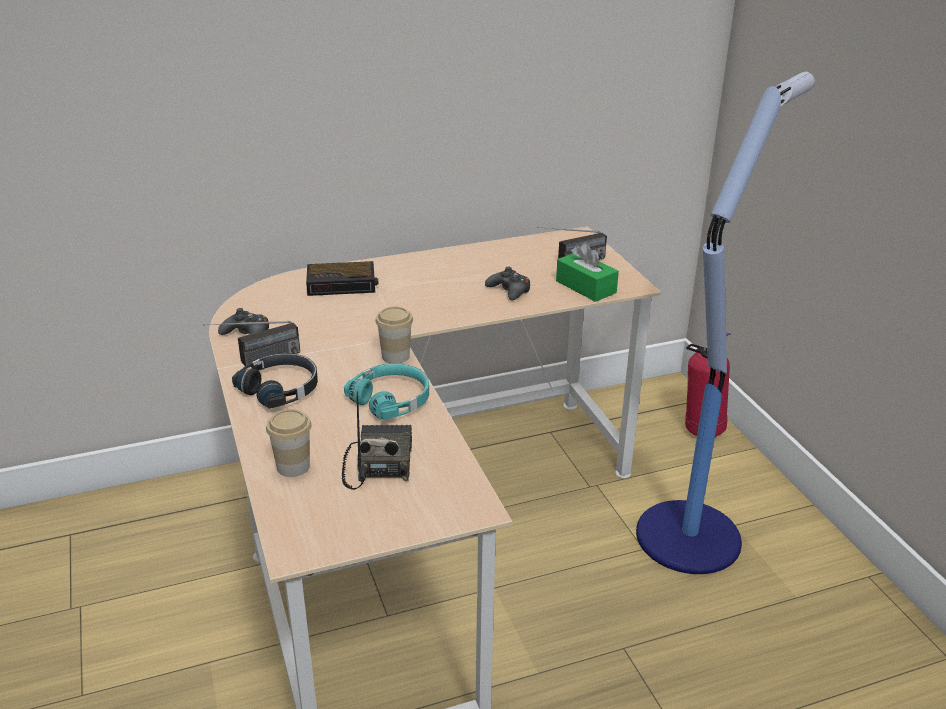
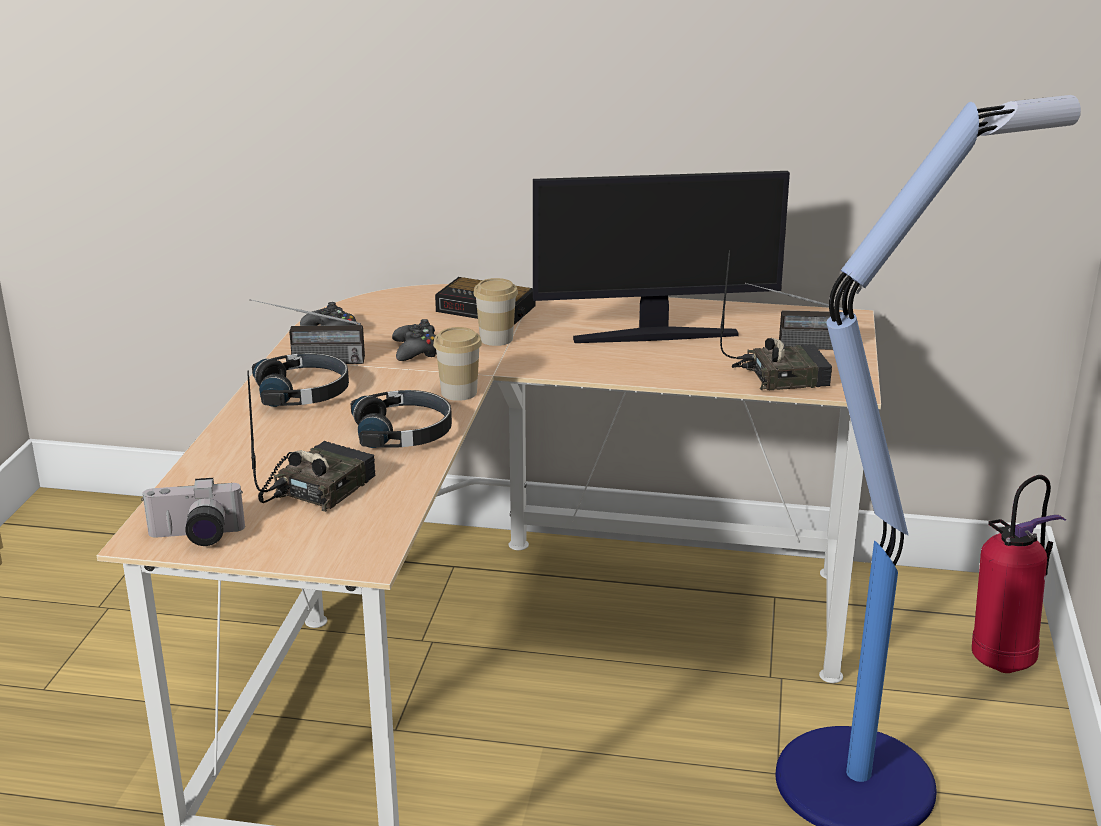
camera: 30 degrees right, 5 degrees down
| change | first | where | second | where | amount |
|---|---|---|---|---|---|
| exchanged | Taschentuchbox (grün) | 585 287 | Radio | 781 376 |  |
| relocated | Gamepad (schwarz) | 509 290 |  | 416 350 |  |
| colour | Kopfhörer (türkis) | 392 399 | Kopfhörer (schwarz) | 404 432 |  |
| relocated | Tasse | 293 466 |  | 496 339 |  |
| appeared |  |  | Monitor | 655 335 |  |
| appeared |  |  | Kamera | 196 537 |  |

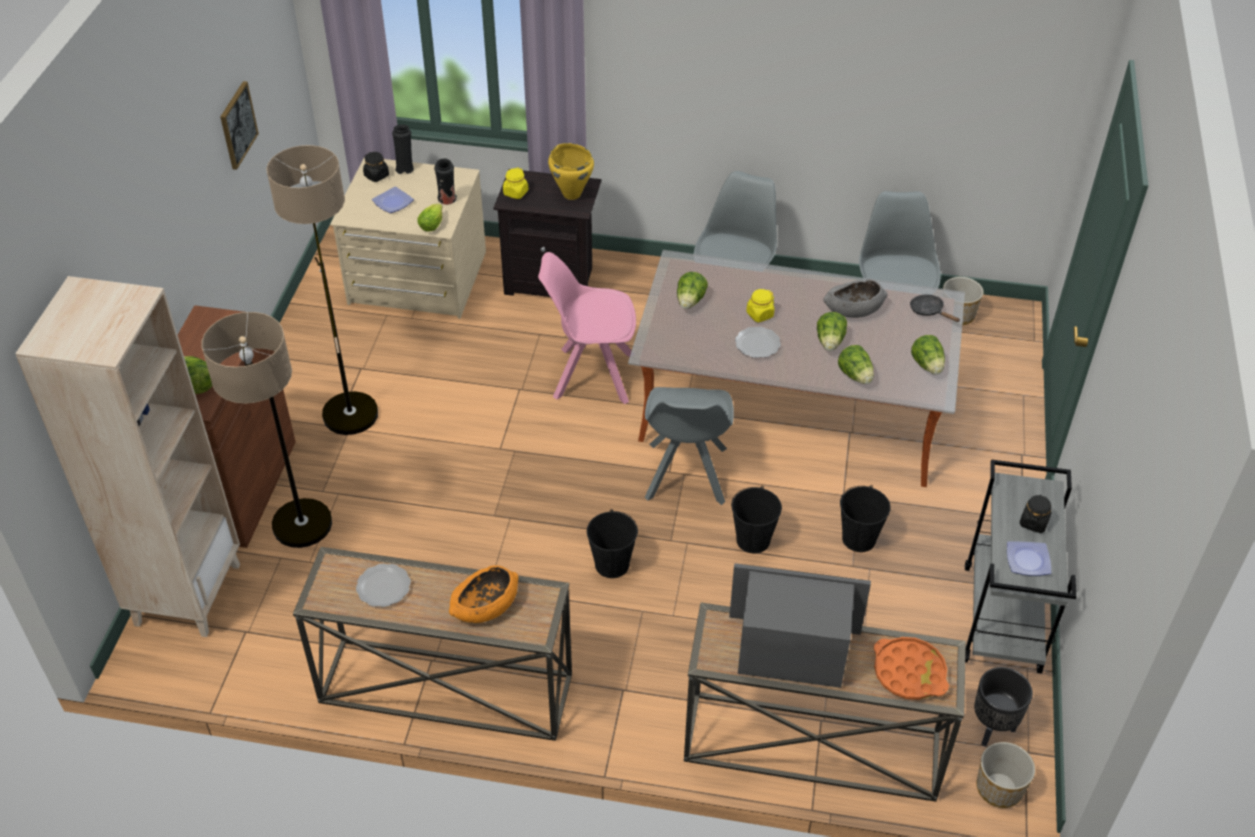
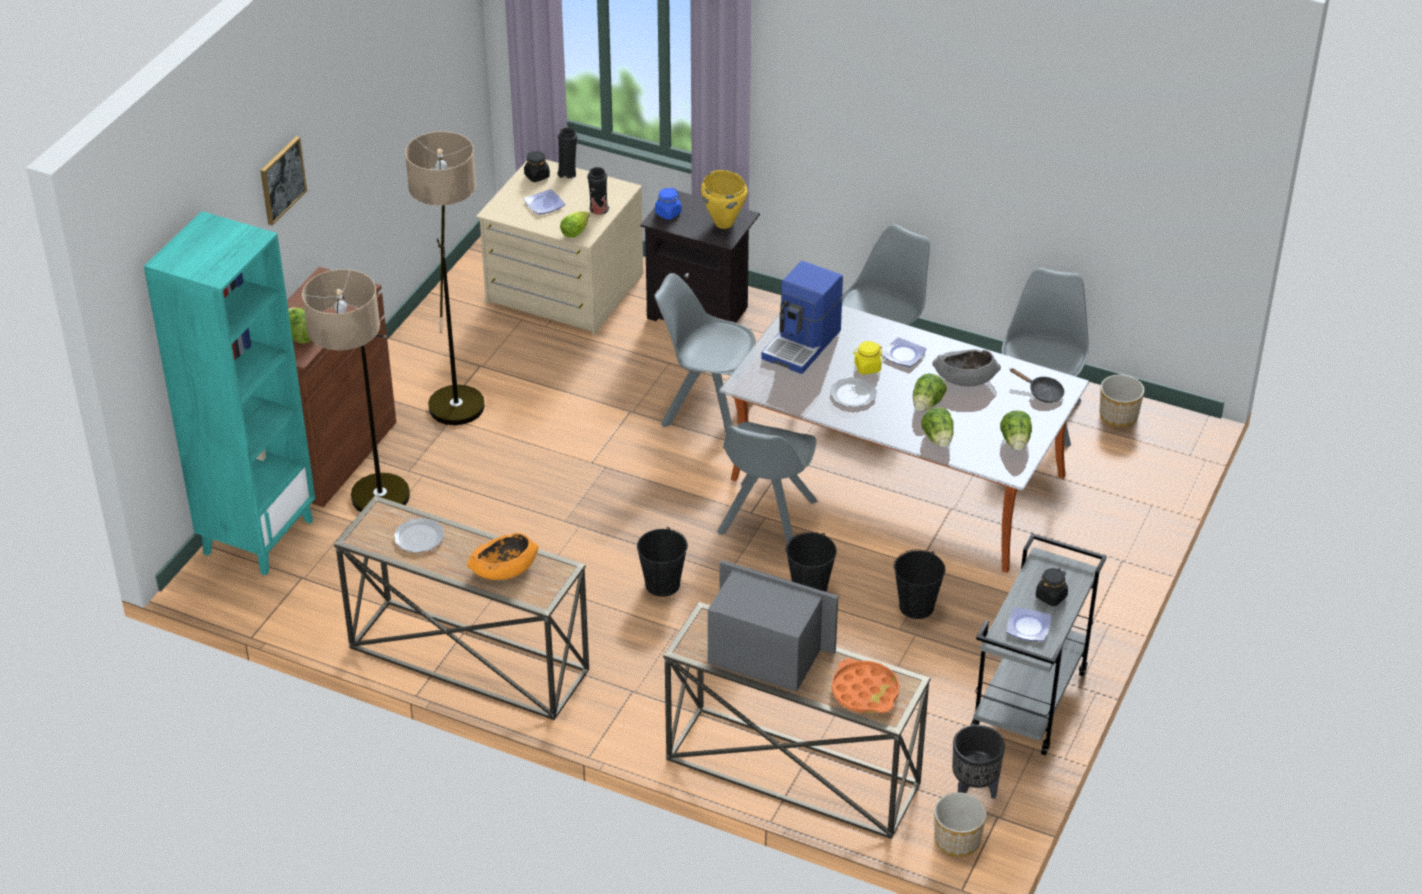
camera: 15 degrees right, 5 degrees down
| change | first | where | second | where | amount |
|---|---|---|---|---|---|
| relocated | Bild | 237 125 |  | 282 180 |  |
| colour | Vorratsglas (gelb) | 515 193 | Vorratsglas (blau) | 668 213 |  |
| colour | Stuhl (rosa) | 591 375 | Stuhl (grau) | 707 410 |  |
| exchanged | Salatkopf | 690 301 | Kaffeemaschine | 803 344 |  |
| colour | Bücherregal (beige) | 187 593 | Bücherregal (türkis) | 258 536 |  |
| spun | Pfanne (schwarz) | 929 311 |  | 1042 392 | 150 degrees clockwise |
| appeared |  |  | Teller | 902 355 |  |

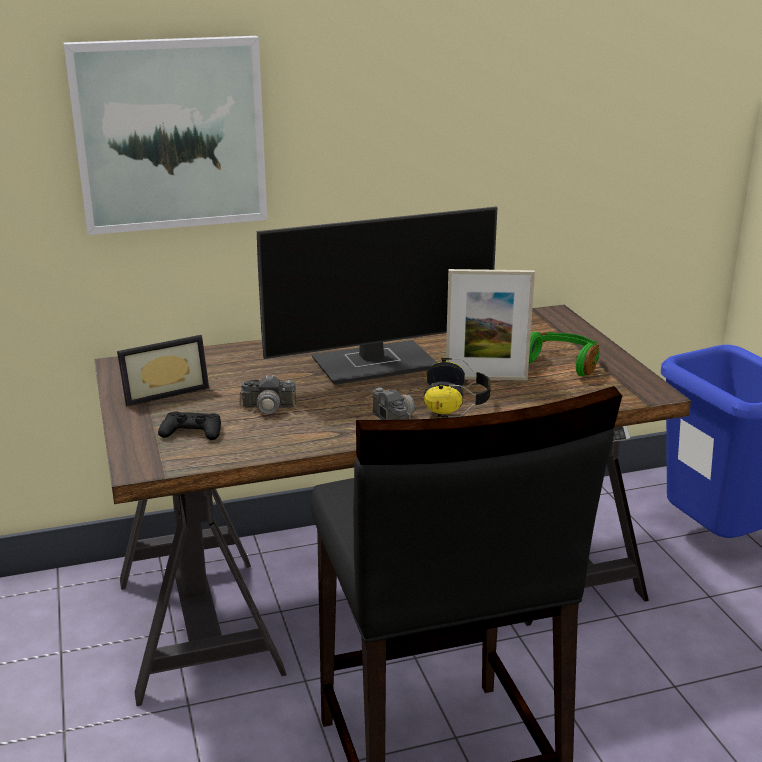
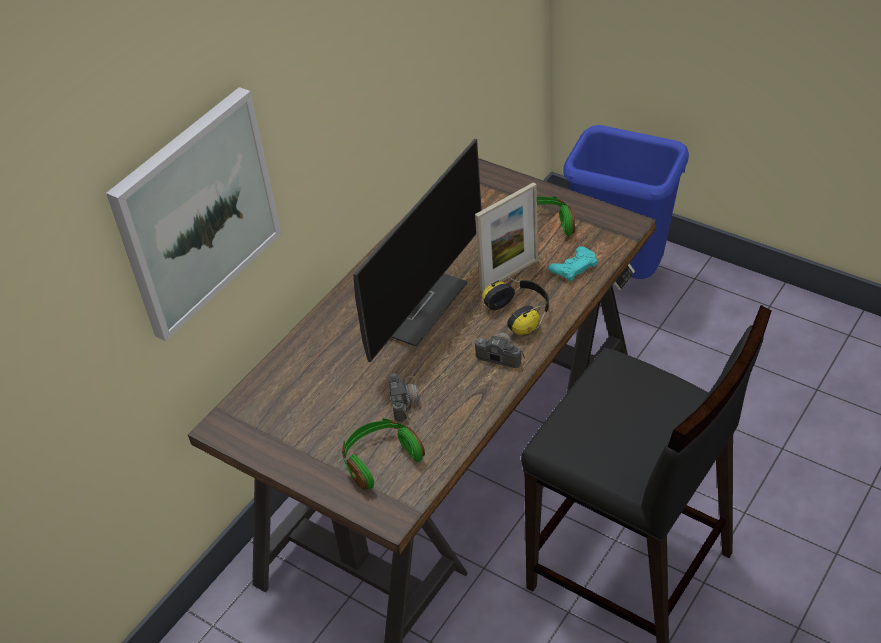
camera: 35 degrees left, 20 degrees up
| change | first | where | second | where | amount |
|---|---|---|---|---|---|
| missing | Bilderrahmen | 163 391 |  |  |  |
| spun | Kamera | 273 409 |  | 405 399 | 60 degrees counterclockwise |
| exchanged | Gamepad (schwarz) | 192 432 | Kopfhörer (grün) | 380 459 |  |
| appeared |  |  | Gamepad (türkis) | 573 267 |  |

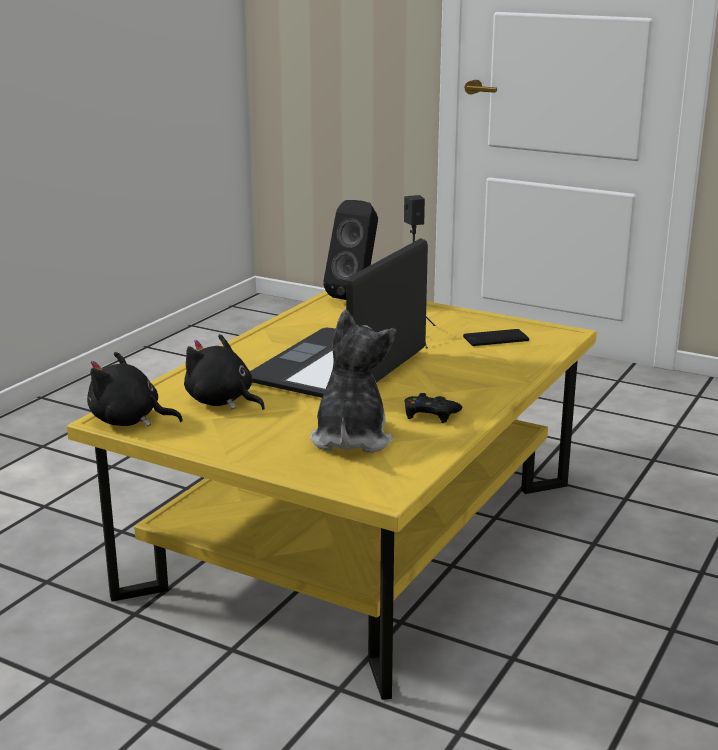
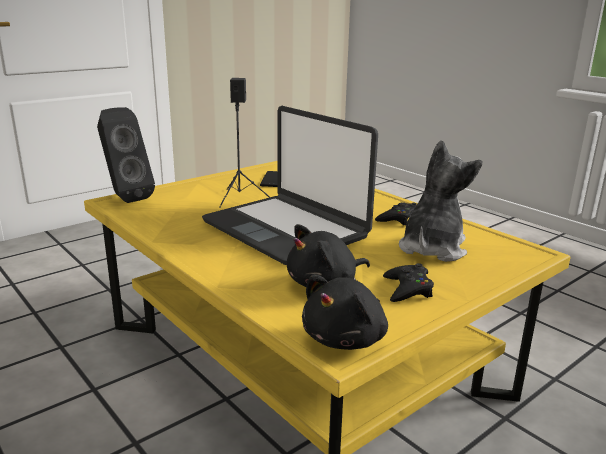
camera: 70 degrees left, 0 degrees up
| change | first | where | second | where | amount |
|---|---|---|---|---|---|
| spun | Plüschtier | 351 438 |  | 432 248 | 90 degrees clockwise |
| appeared |  |  | Gamepad (schwarz) | 407 289 |  |

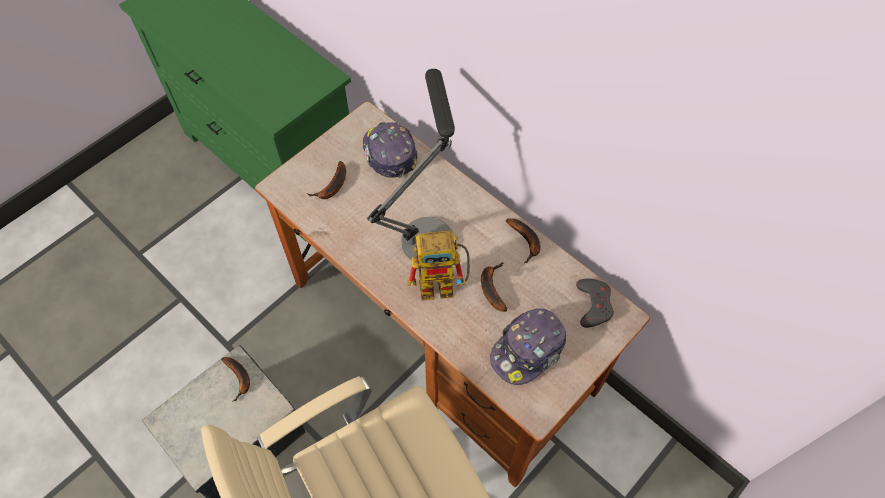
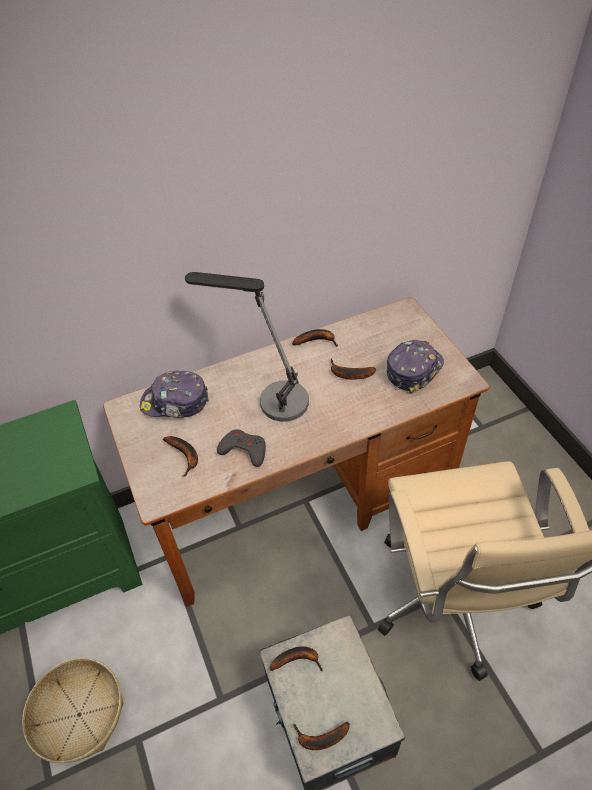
camera: 65 degrees left, 10 degrees down
| change | first | where | second | where | amount |
|---|---|---|---|---|---|
| missing | Spielzeugroboter | 444 284 |  |  |  |
| relocated | Gamepad (grau) | 593 304 |  | 244 450 |  |
| spun | Kappe | 528 350 |  | 413 369 | 120 degrees counterclockwise |
| appeared |  |  | Korb | 79 714 |  |
| appeared |  |  | Banane | 320 738 |  |

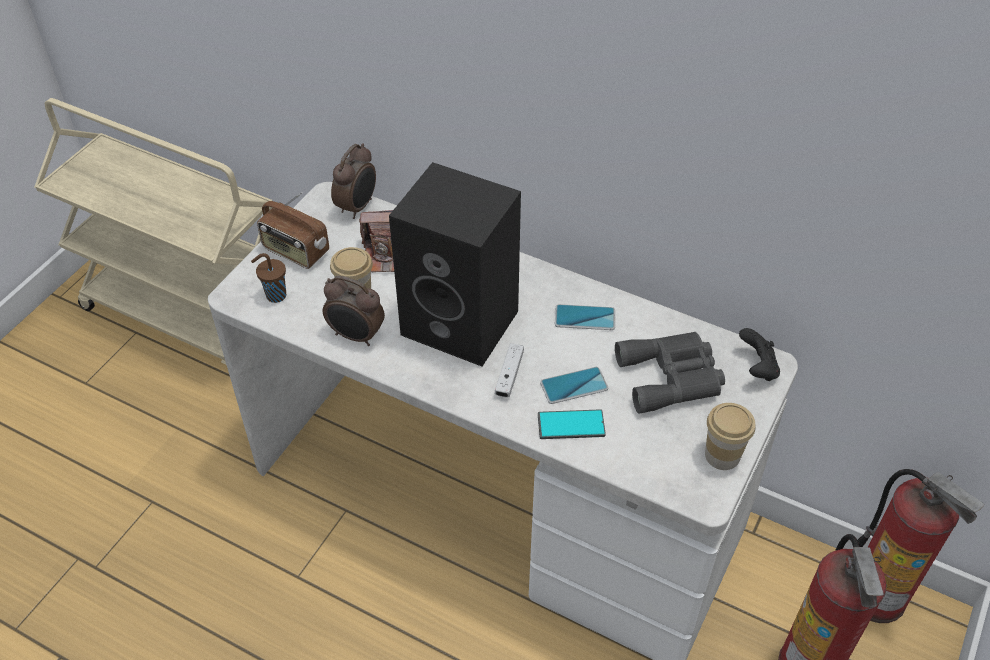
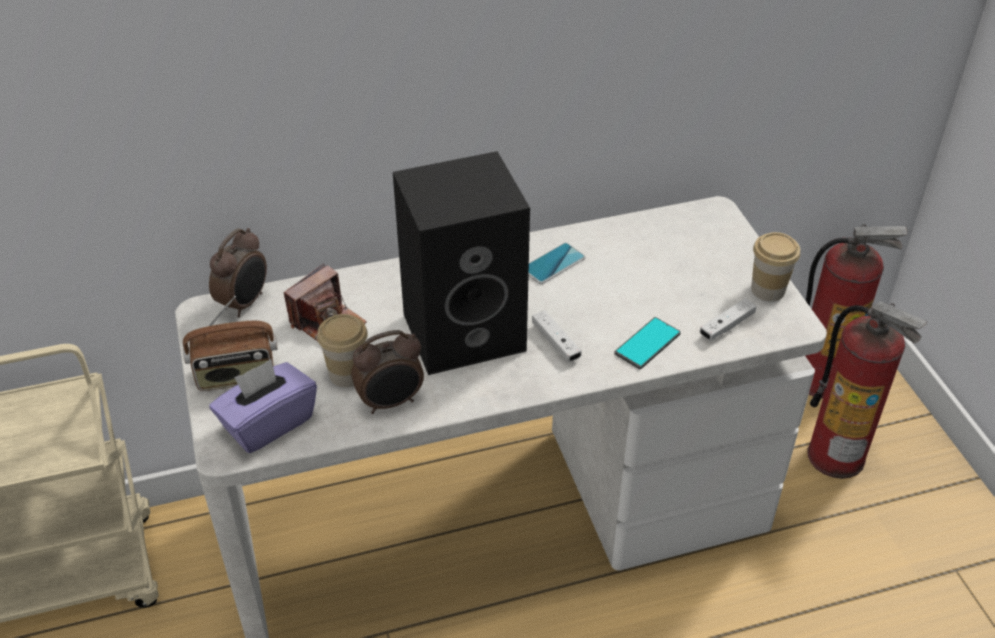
camera: 45 degrees left, 5 degrees down
| change | first | where | second | where | amount |
|---|---|---|---|---|---|
| spun | Wecker | 358 207 |  | 245 303 | 45 degrees clockwise |
| exchanged | Tasse (braun) | 275 295 | Taschentuchbox (lila) | 268 423 |  |
| missing | Gamepad (schwarz) | 757 368 |  |  |  |
| missing | Fernglas (grau) | 672 377 |  |  |  |
| missing | Handy | 574 386 |  |  |  |
| appeared |  |  | Gamepad (weiß) | 726 326 |  |

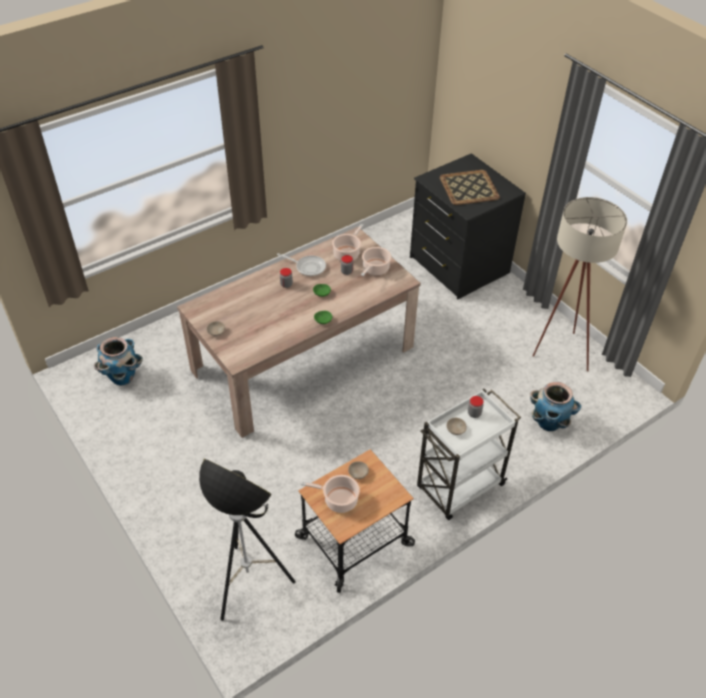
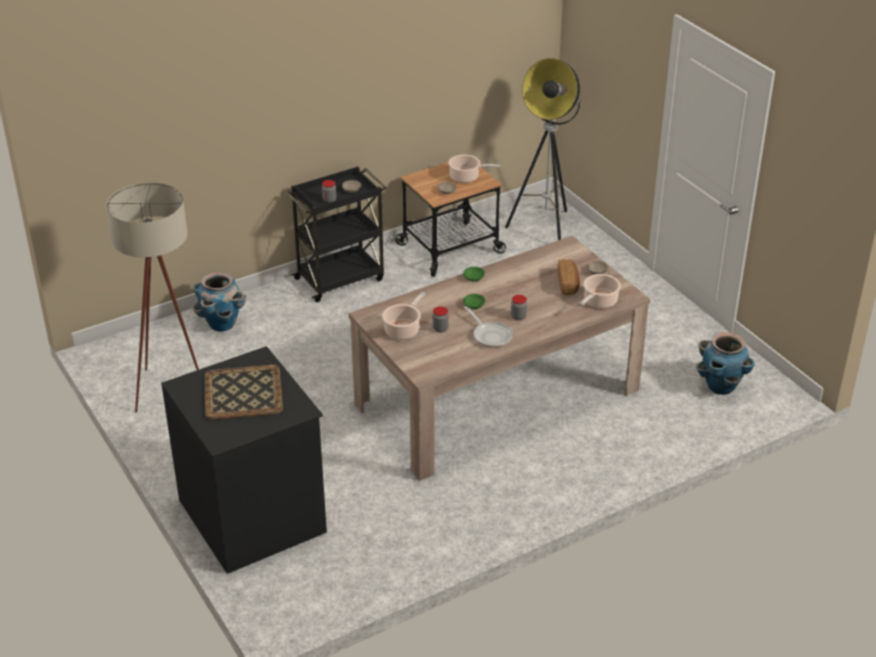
camera: 175 degrees left, 10 degrees down
| change | first | where | second | where | amount |
|---|---|---|---|---|---|
| relocated | Kochtopf | 347 253 |  | 599 302 |  |
| spun | Pfanne | 308 267 |  | 490 335 | 150 degrees counterclockwise |
| colour | Rollwagen (weiß) | 459 487 | Rollwagen (schwarz) | 341 278 |  |
| appeared |  |  | Brot | 568 284 |  |

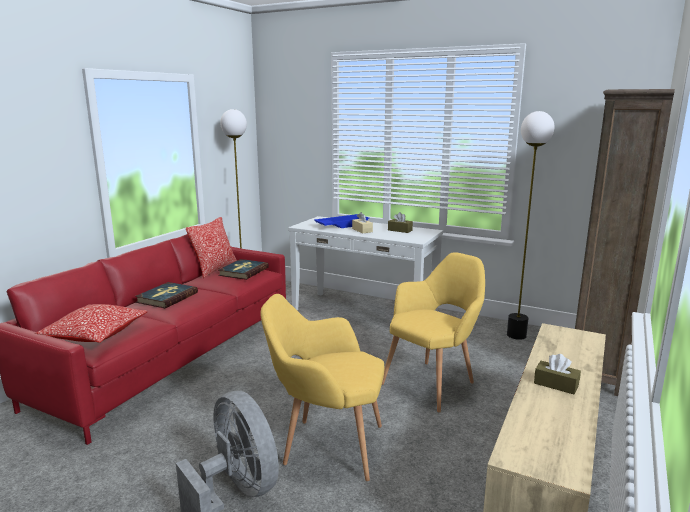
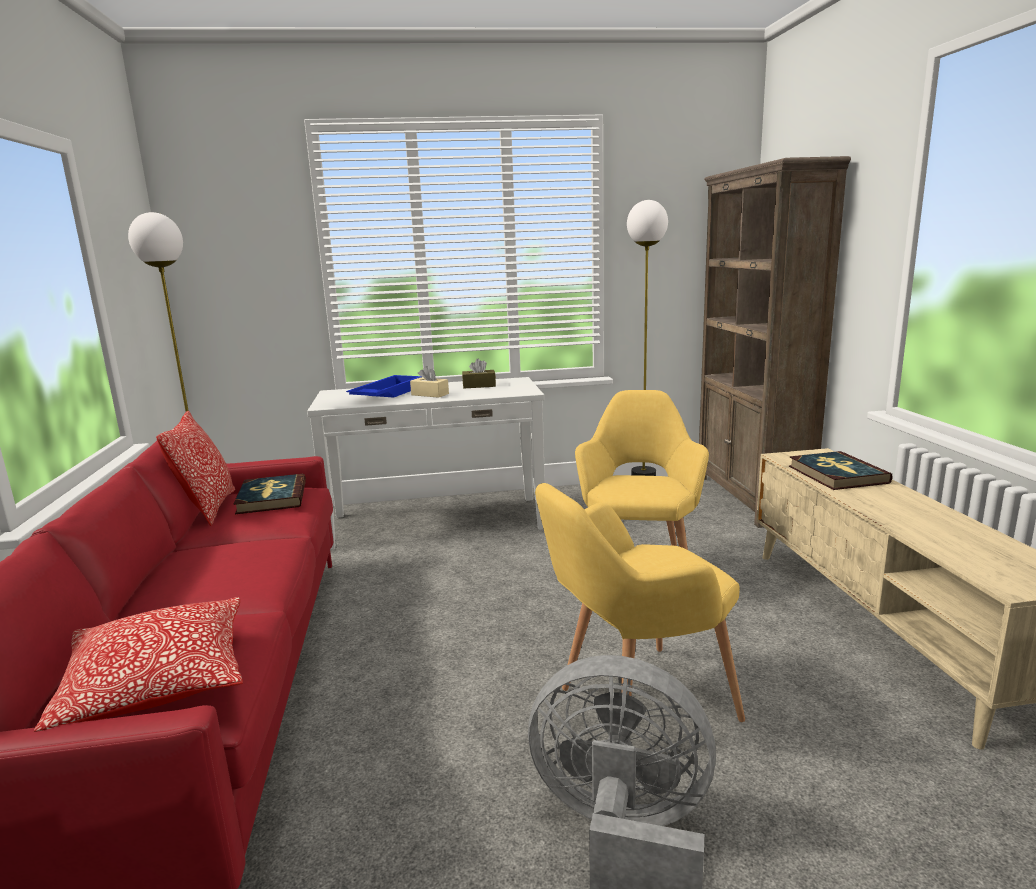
camera: 35 degrees left, 0 degrees up
| change | first | where | second | where | amount |
|---|---|---|---|---|---|
| relocated | Buch | 167 297 |  | 837 474 |  |
| missing | Taschentuchbox (braun) | 556 384 |  |  |  |

